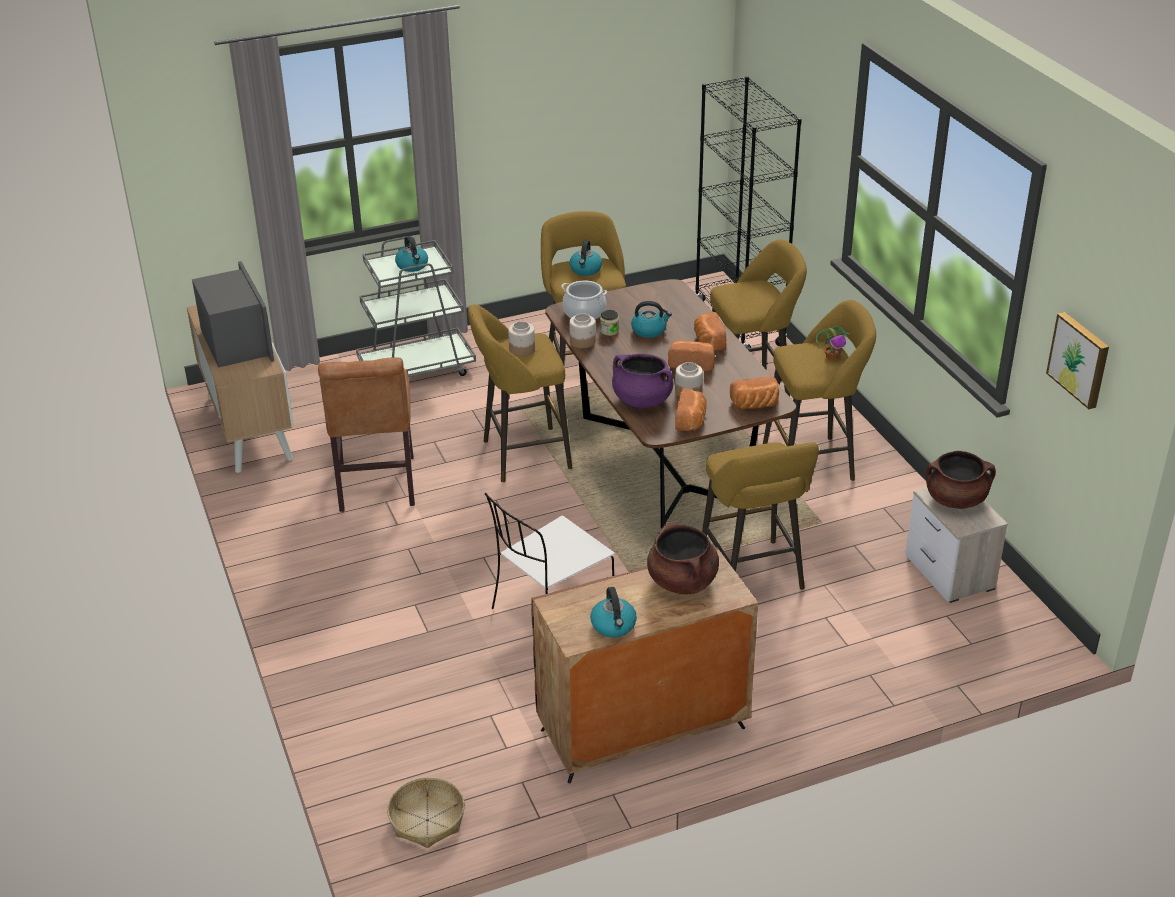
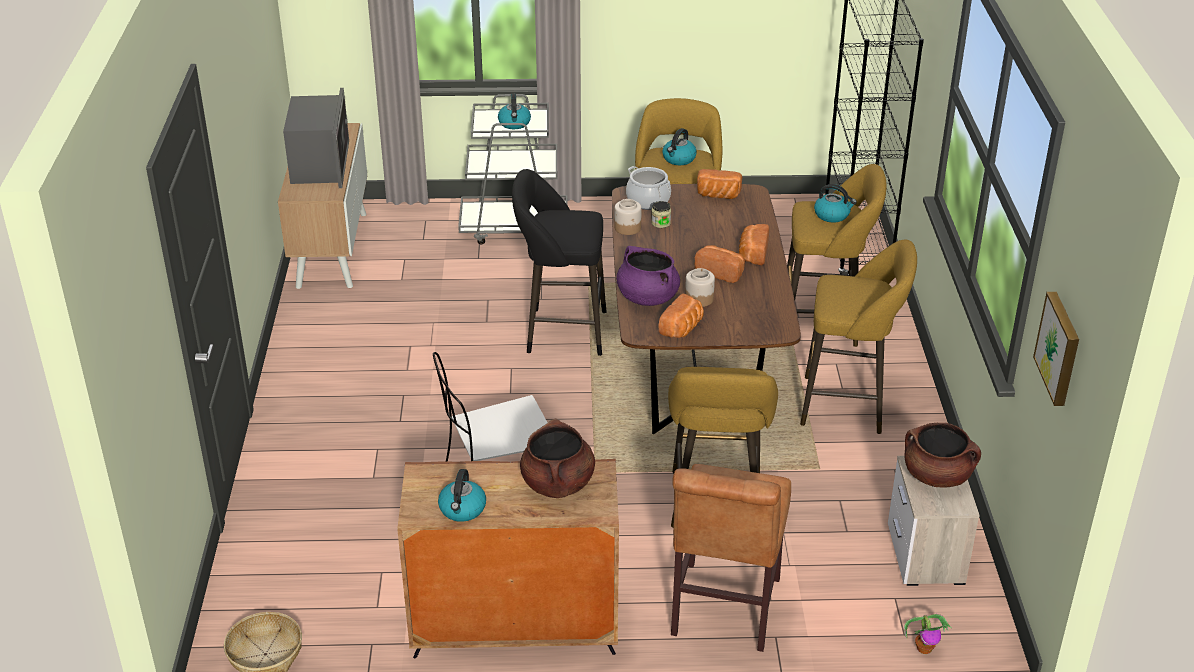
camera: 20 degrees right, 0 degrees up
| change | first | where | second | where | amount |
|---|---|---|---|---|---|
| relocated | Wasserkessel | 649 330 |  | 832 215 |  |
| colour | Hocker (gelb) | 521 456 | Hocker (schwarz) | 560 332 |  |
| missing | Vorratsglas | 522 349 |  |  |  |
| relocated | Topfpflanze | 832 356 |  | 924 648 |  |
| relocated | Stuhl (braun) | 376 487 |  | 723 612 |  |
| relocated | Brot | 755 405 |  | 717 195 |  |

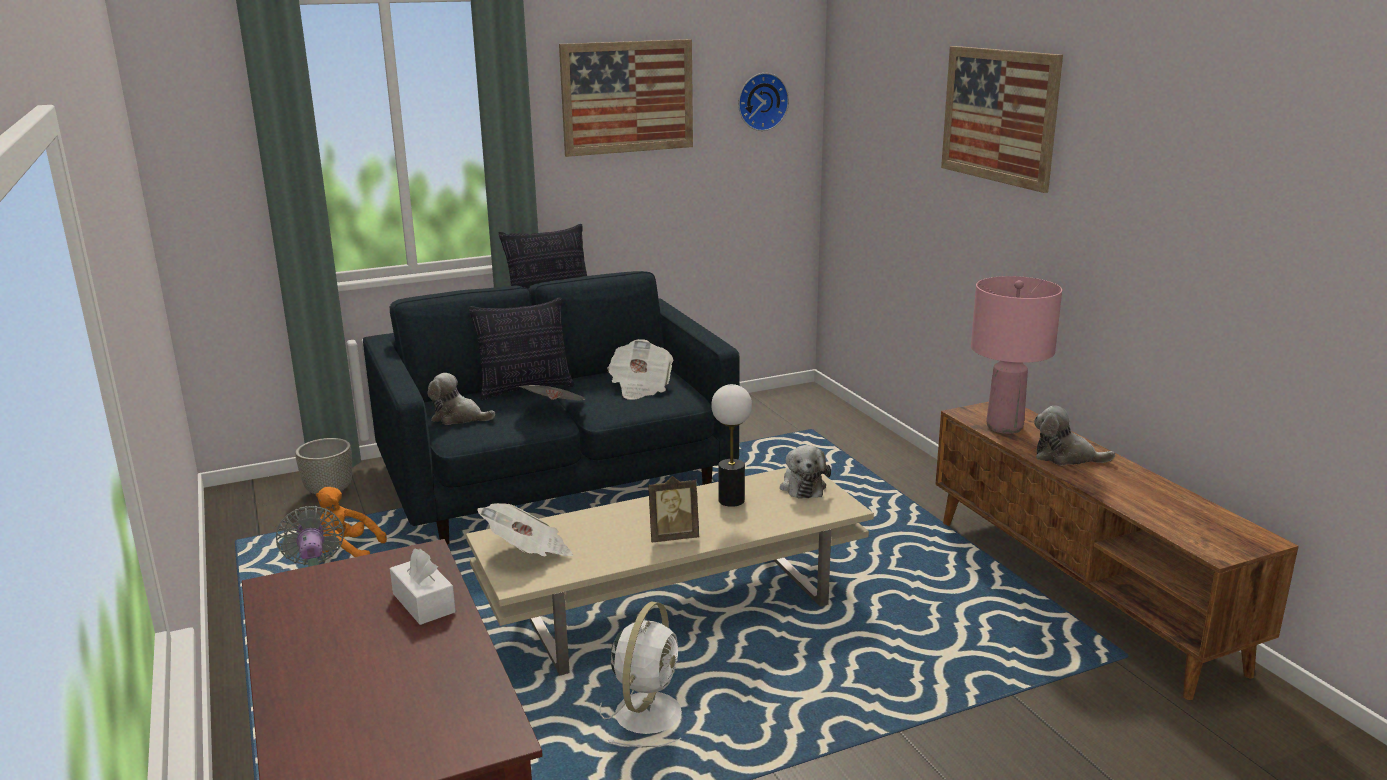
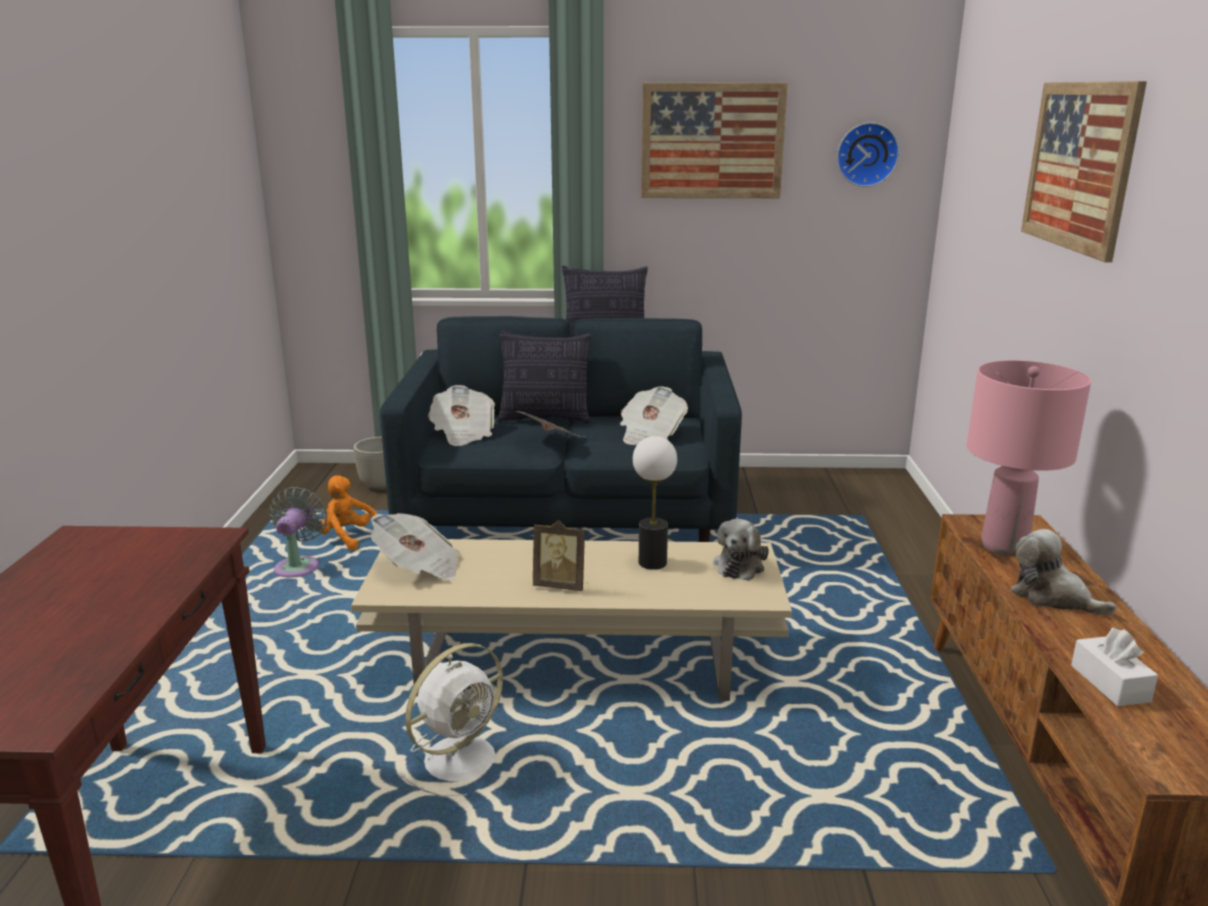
camera: 25 degrees right, 0 degrees up
| change | first | where | second | where | amount |
|---|---|---|---|---|---|
| exchanged | Plüschtier | 458 418 | Zeitung | 463 433 |  |
| relocated | Taschentuchbox (weiß) | 424 603 |  | 1110 683 |  |

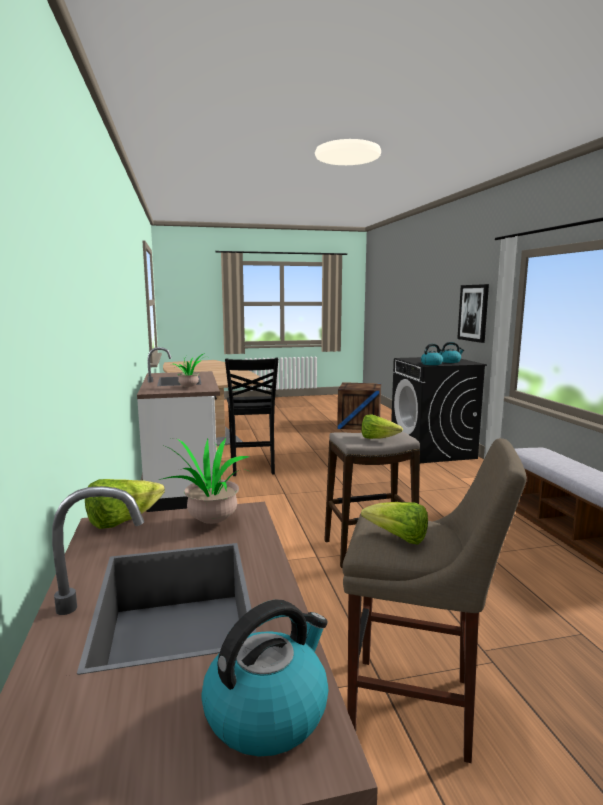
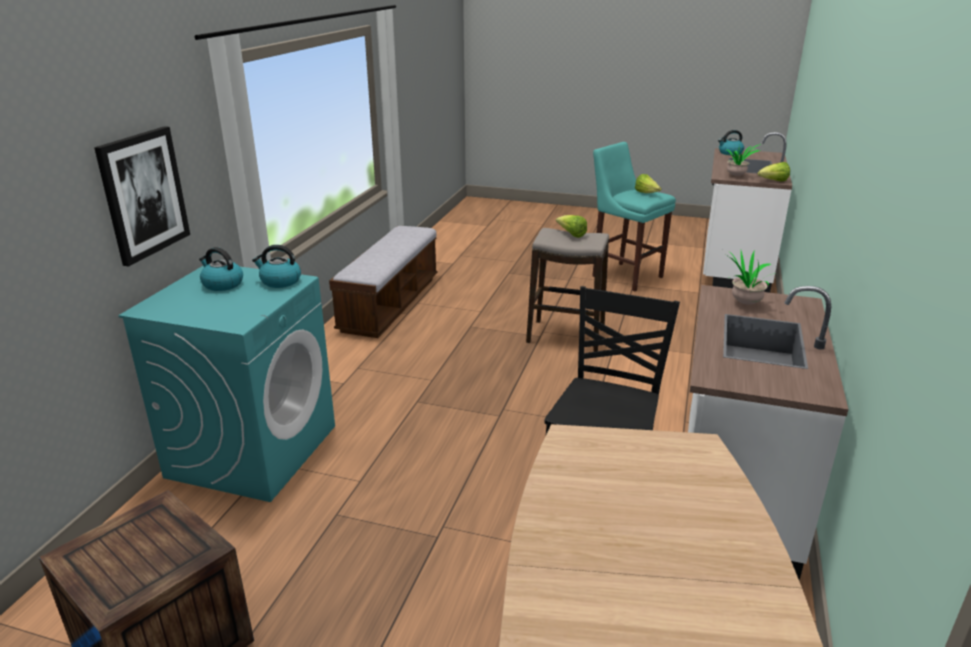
camera: 150 degrees left, 15 degrees up
| change | first | where | second | where | amount |
|---|---|---|---|---|---|
| colour | Waschmaschine (schwarz) | 432 451 | Waschmaschine (türkis) | 253 450 |  |
| colour | Hocker (beige) | 418 707 | Hocker (türkis) | 624 275 |  |

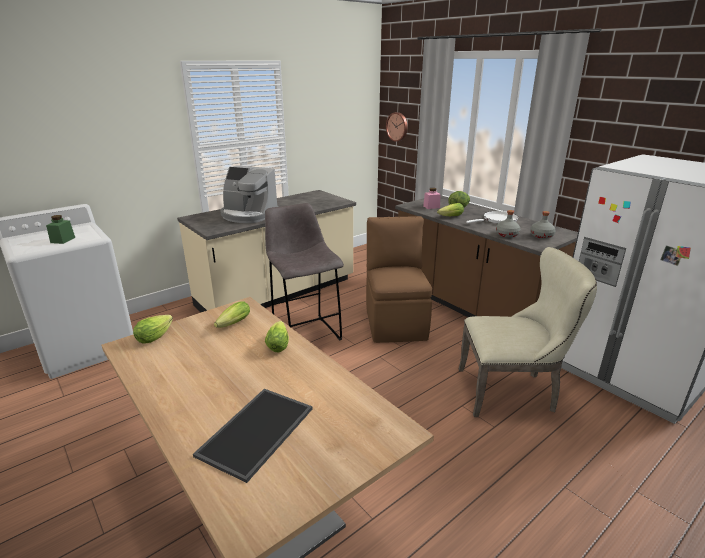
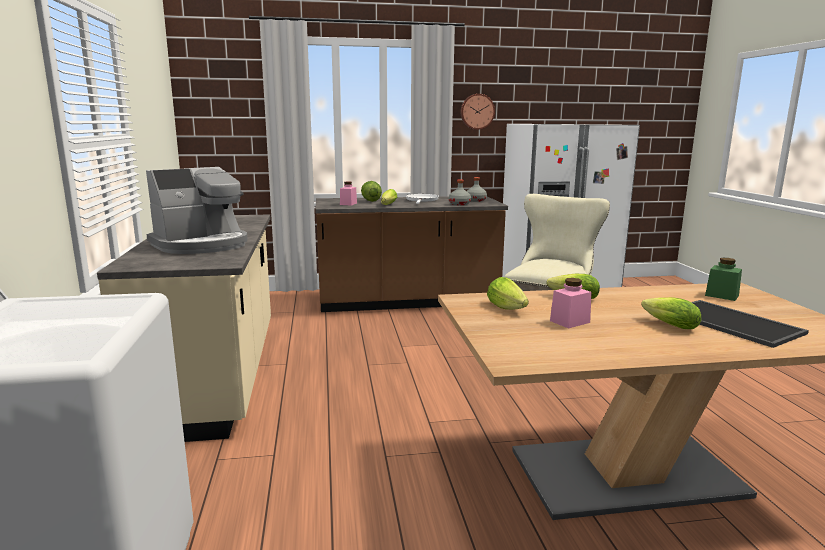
camera: 60 degrees left, 10 degrees down
| change | first | where | second | where | amount |
|---|---|---|---|---|---|
| relocated | Wanduhr | 397 126 |  | 477 111 |  |
| missing | Hocker (grau) | 306 333 |  |  |  |
| relocated | Vorratsglas (grün) | 63 240 |  | 722 295 |  |
| missing | Stuhl (braun) | 395 322 |  |  |  |
| relocated | Salatkopf | 156 335 |  | 667 324 |  |
| appeared |  |  | Vorratsglas (rosa) | 569 321 |  |

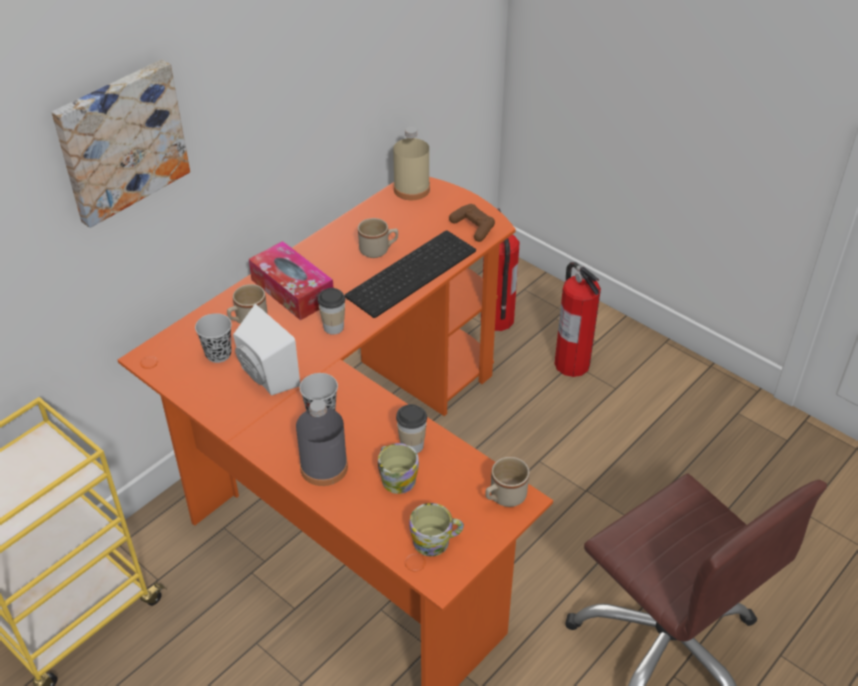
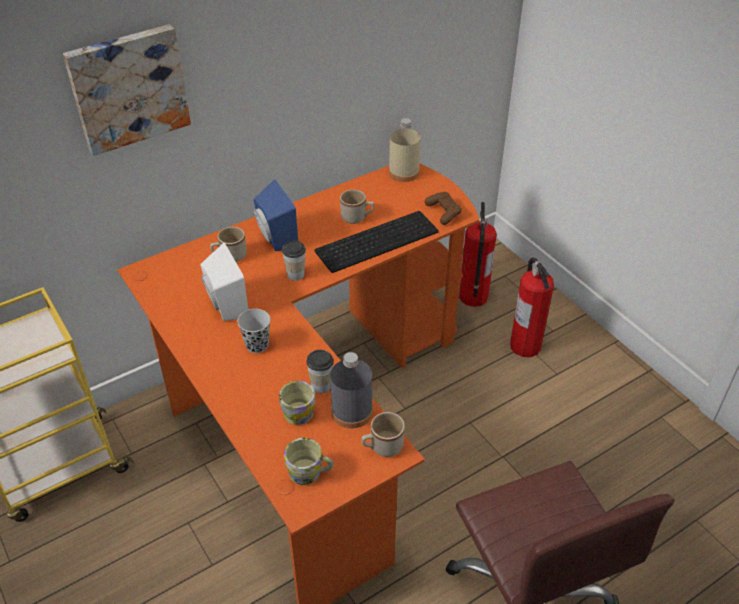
camera: 15 degrees right, 0 degrees up
| change | first | where | second | where | amount |
|---|---|---|---|---|---|
| exchanged | Taschentuchbox | 292 290 | Lautsprecher (blau) | 274 238 |  |
| missing | Tasse (schwarz) | 218 354 |  |  |  |
| relocated | Flasche (grau) | 324 467 |  | 352 411 |  |

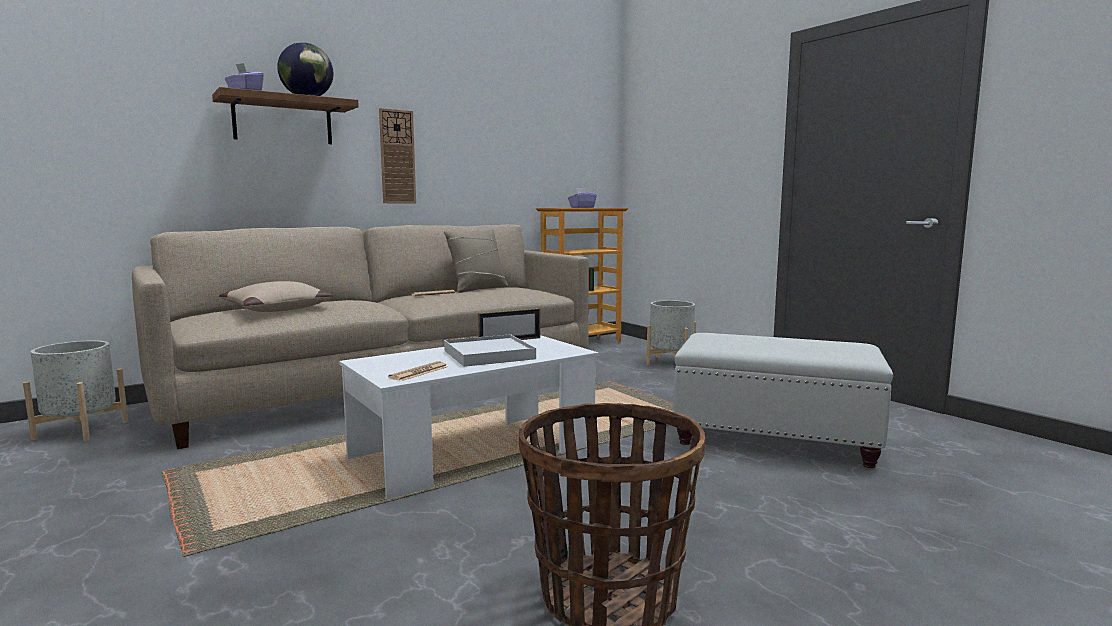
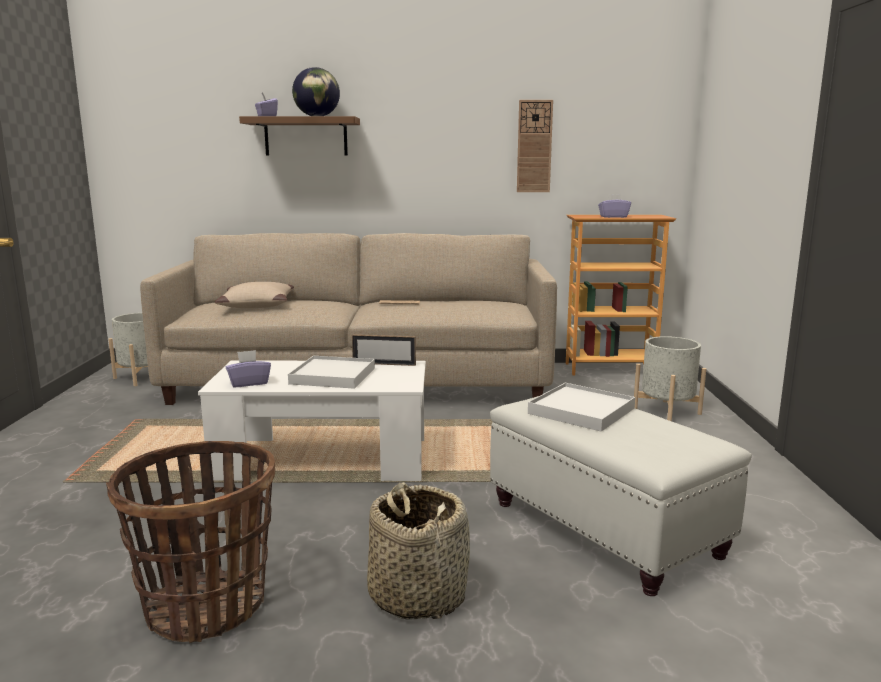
camera: 35 degrees right, 5 degrees up
| change | first | where | second | where | amount |
|---|---|---|---|---|---|
| relocated | Wanduhr | 397 157 |  | 534 146 |  |
| missing | Kissen (beige) | 478 289 |  |  |  |
| exchanged | Zeitung | 419 372 | Taschentuchbox (lila) | 249 383 |  |
| appeared |  |  | Tablett (weiß) | 581 411 |  |
| appeared |  |  | Korb | 417 595 |  |

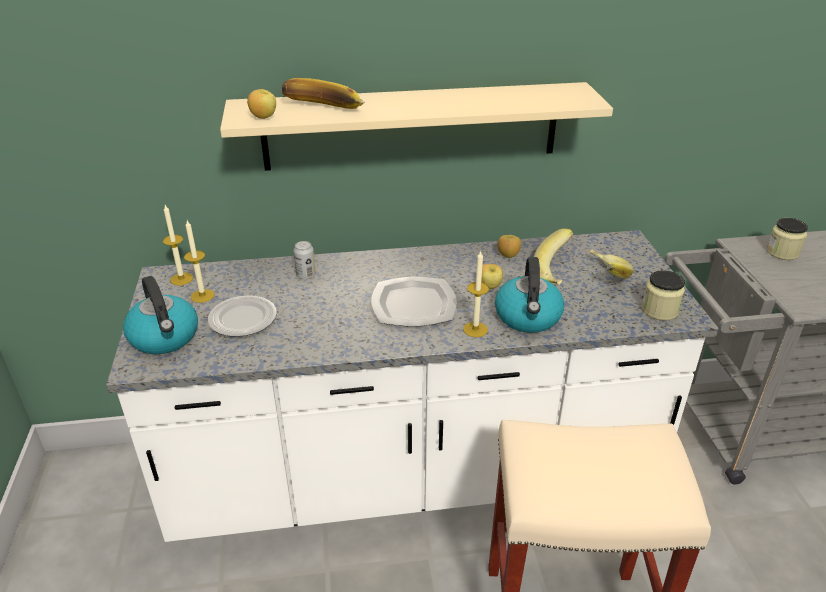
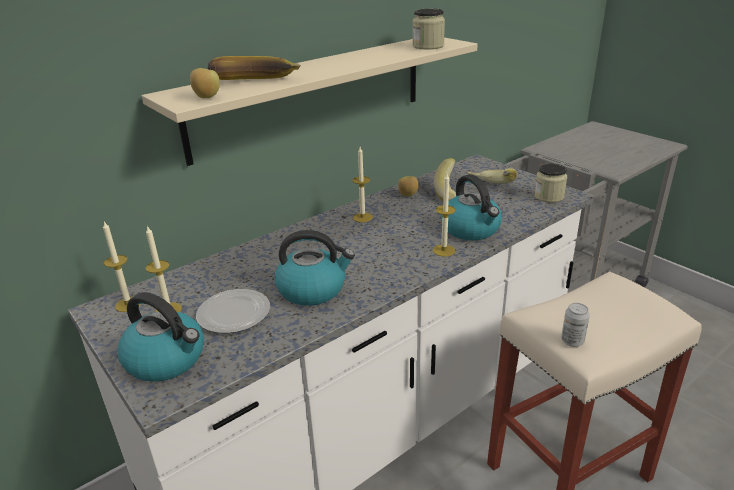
camera: 30 degrees left, 5 degrees down
| change | first | where | second | where | amount |
|---|---|---|---|---|---|
| relocated | Vorratsglas | 782 252 |  | 428 46 |  |
| relocated | Dose | 306 275 |  | 572 341 |  |
| missing | Apfel | 489 287 |  |  |  |
| missing | Teller | 412 304 |  |  |  |
| appeared |  |  | Kerze | 362 217 |  |
| appeared |  |  | Wasserkessel | 313 289 |  |

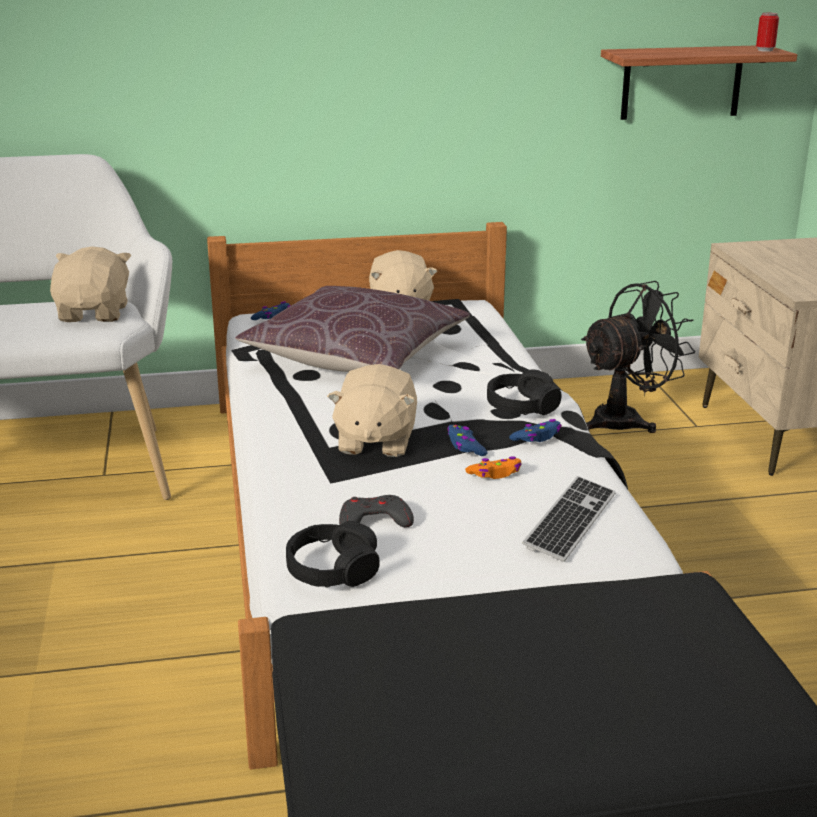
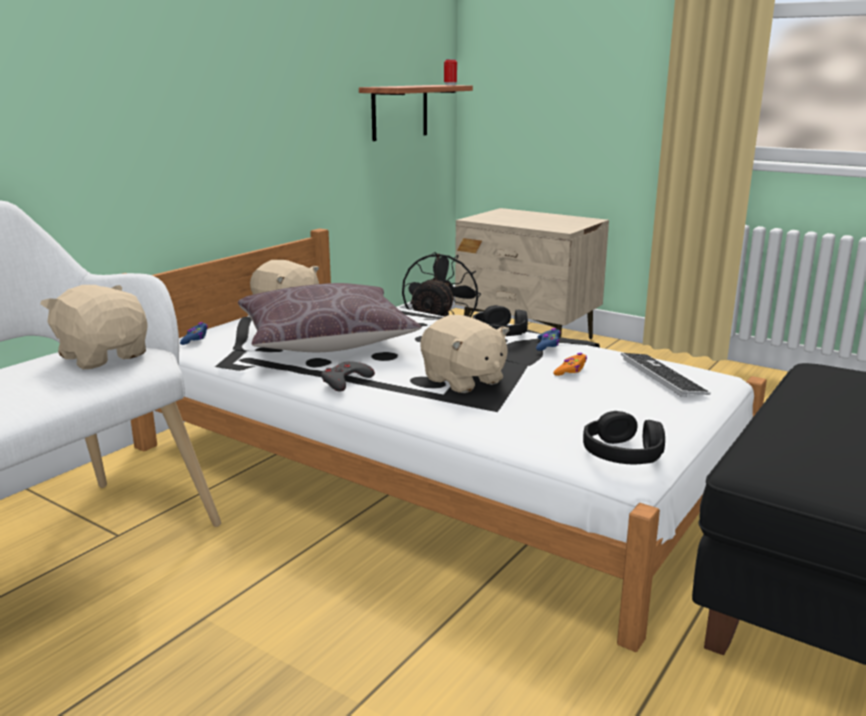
camera: 45 degrees left, 5 degrees down
| change | first | where | second | where | amount |
|---|---|---|---|---|---|
| missing | Gamepad (blau) | 465 446 |  |  |  |
| relocated | Gamepad (grau) | 374 520 |  | 345 381 |  |

